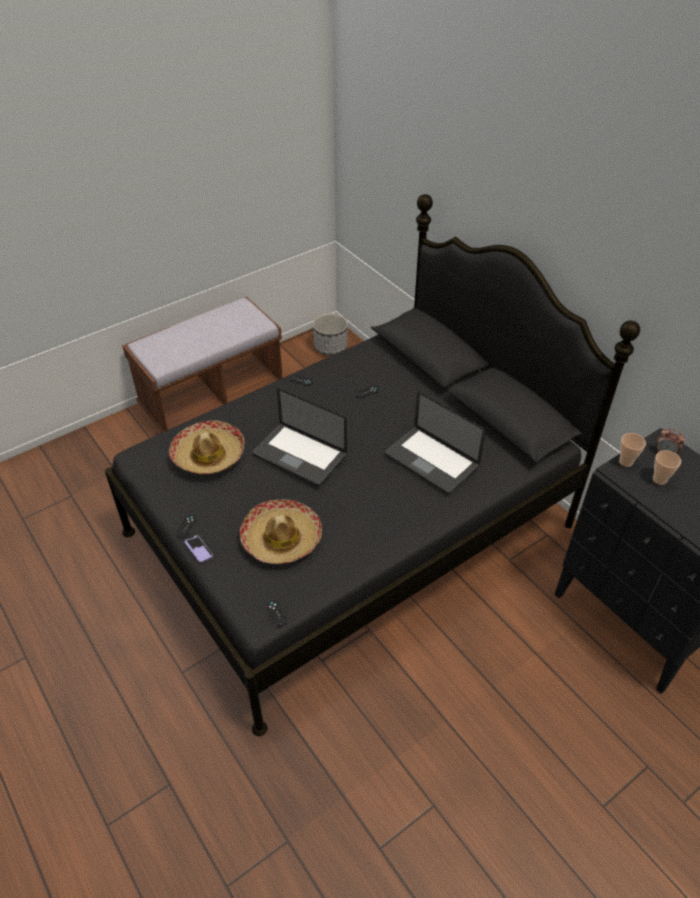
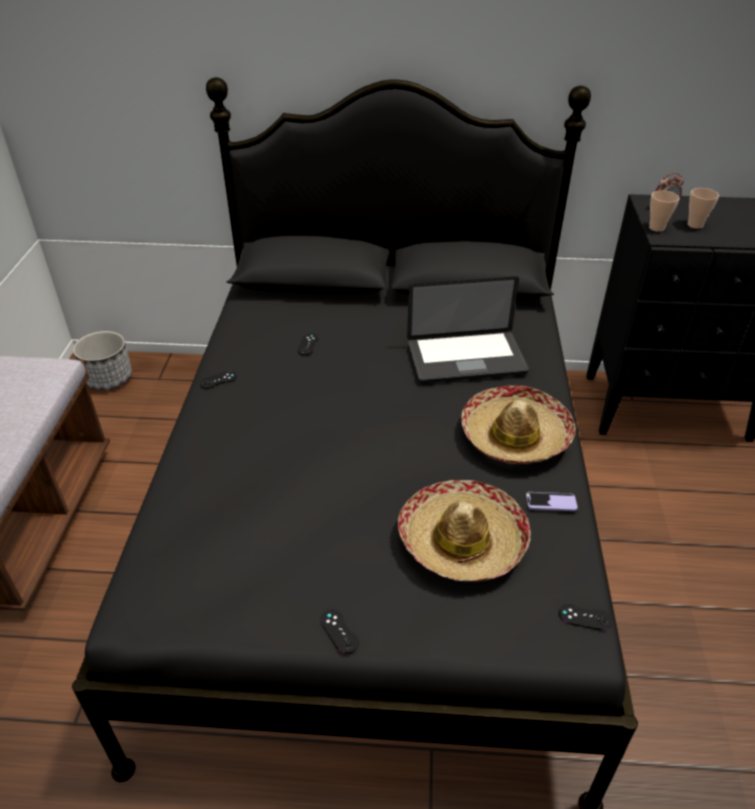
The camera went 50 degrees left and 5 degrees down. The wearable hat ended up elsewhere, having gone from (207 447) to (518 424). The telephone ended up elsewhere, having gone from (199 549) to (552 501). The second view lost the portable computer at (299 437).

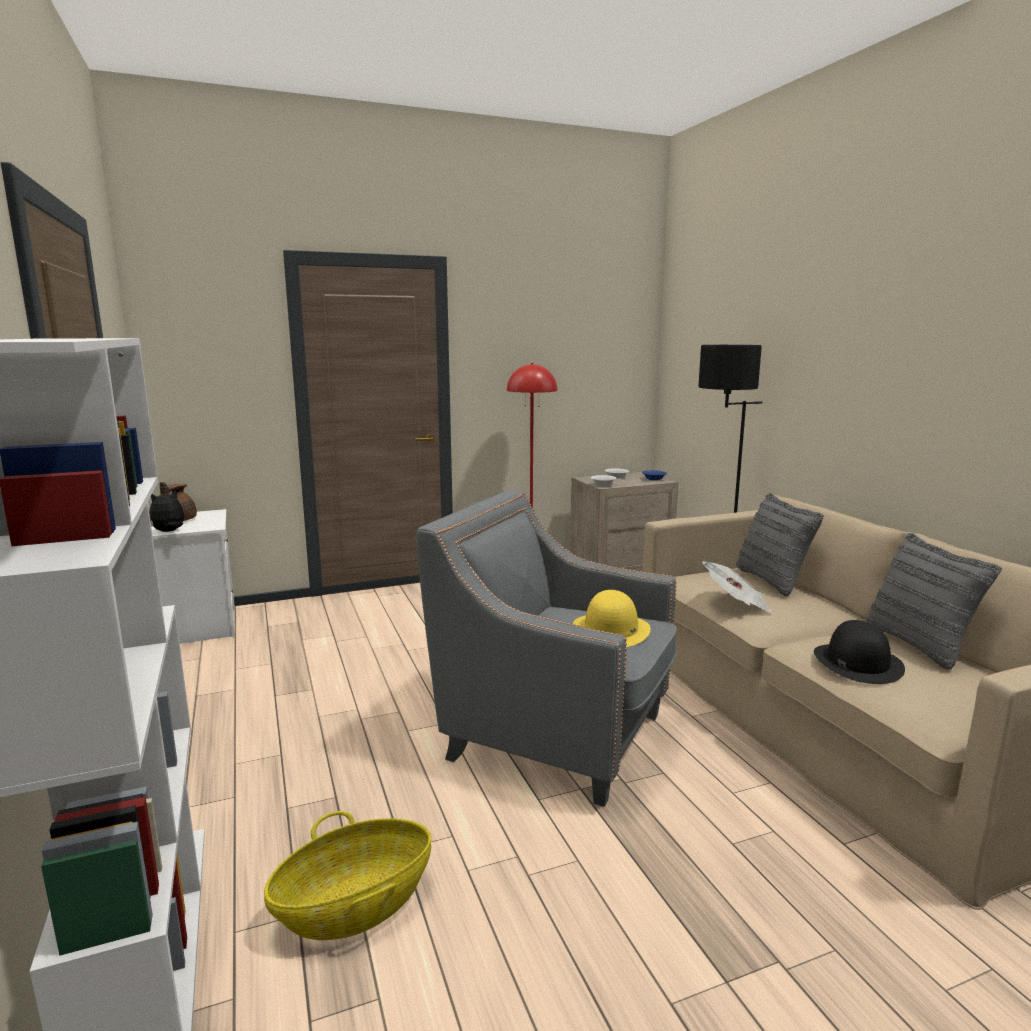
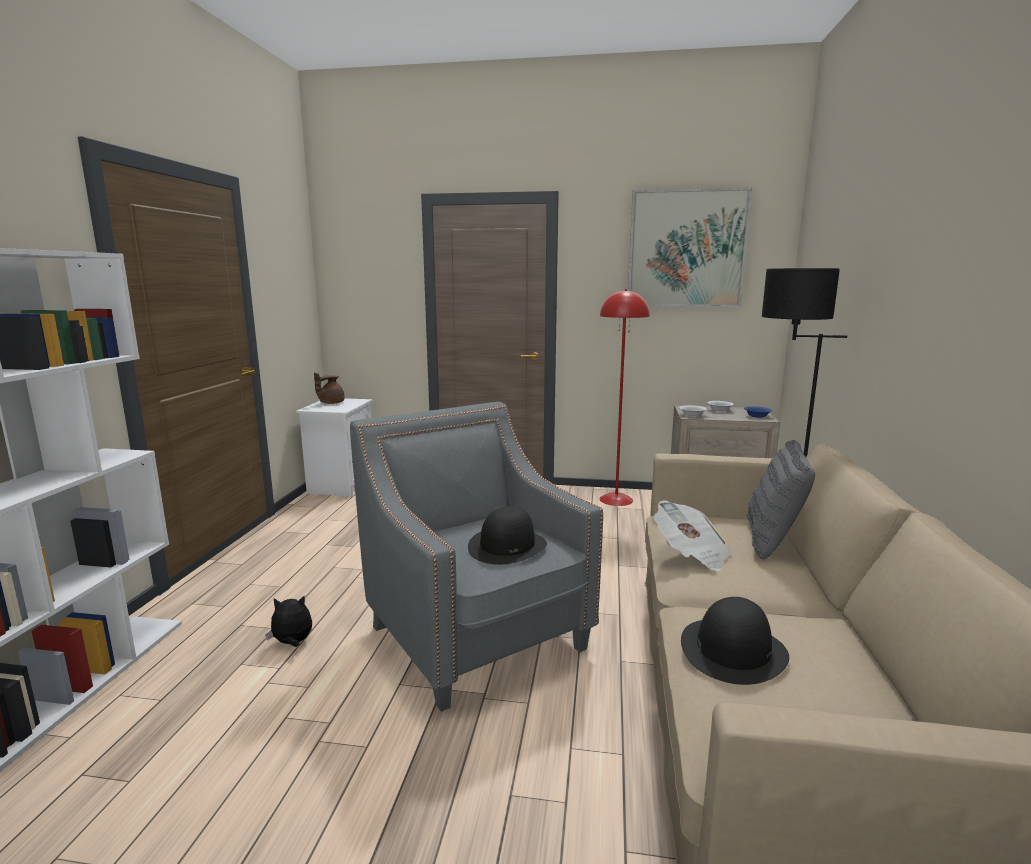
The camera went 30 degrees right and 0 degrees up. The soft toy ended up elsewhere, having gone from (166 511) to (288 621). The second view lost the storage basket at (347 875). What was the yellow wearable hat at (612 618) turned into the black-coloured wearable hat at (507 536). The second view lost the grey pillow at (934 601). The second view gained the wall picture at (690 247).

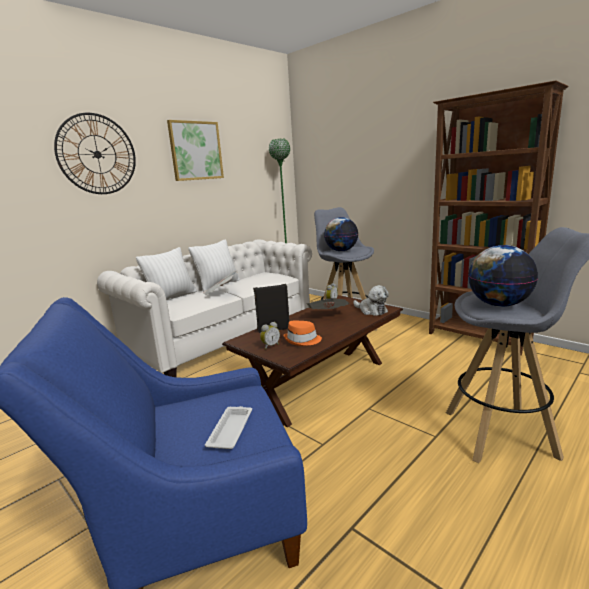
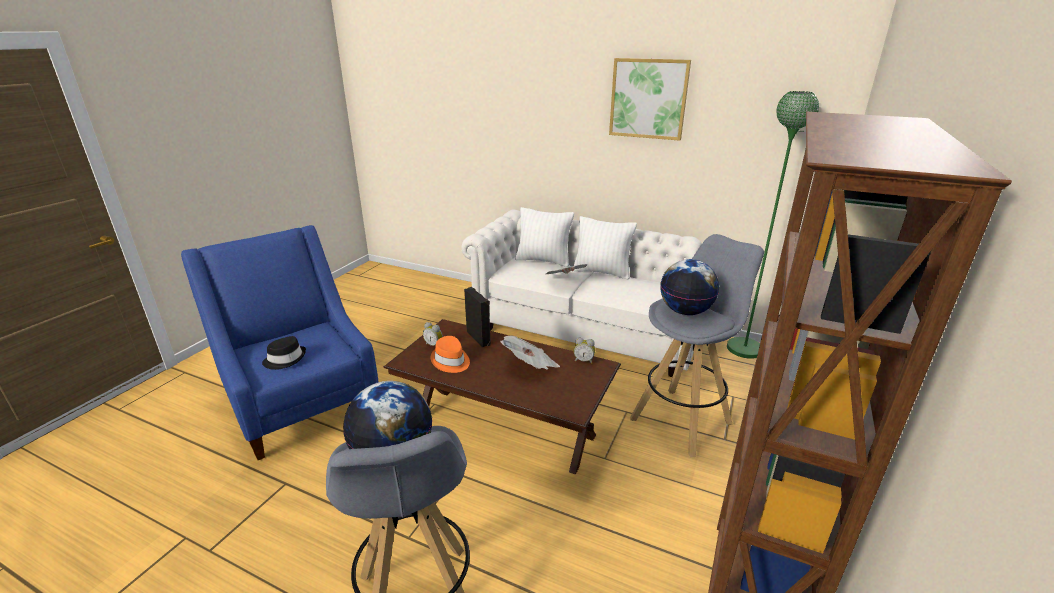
The camera went 70 degrees right and 10 degrees up. The second view lost the hanging clock at (95 153). Where the white-coloured tray stood at (228 427), the black-coloured wearable hat came to stand at (284 353). The second view lost the soft toy at (371 300).

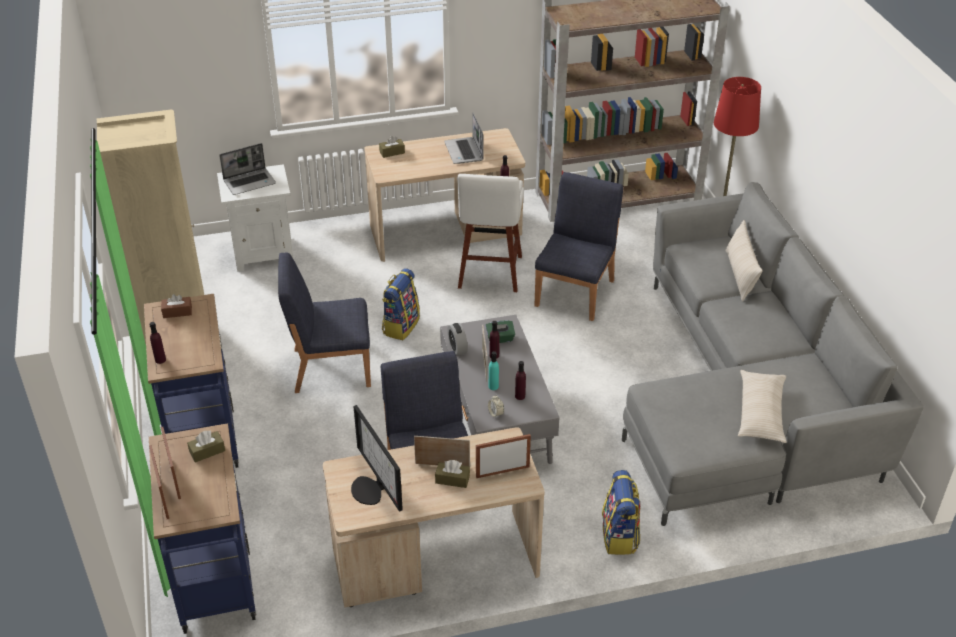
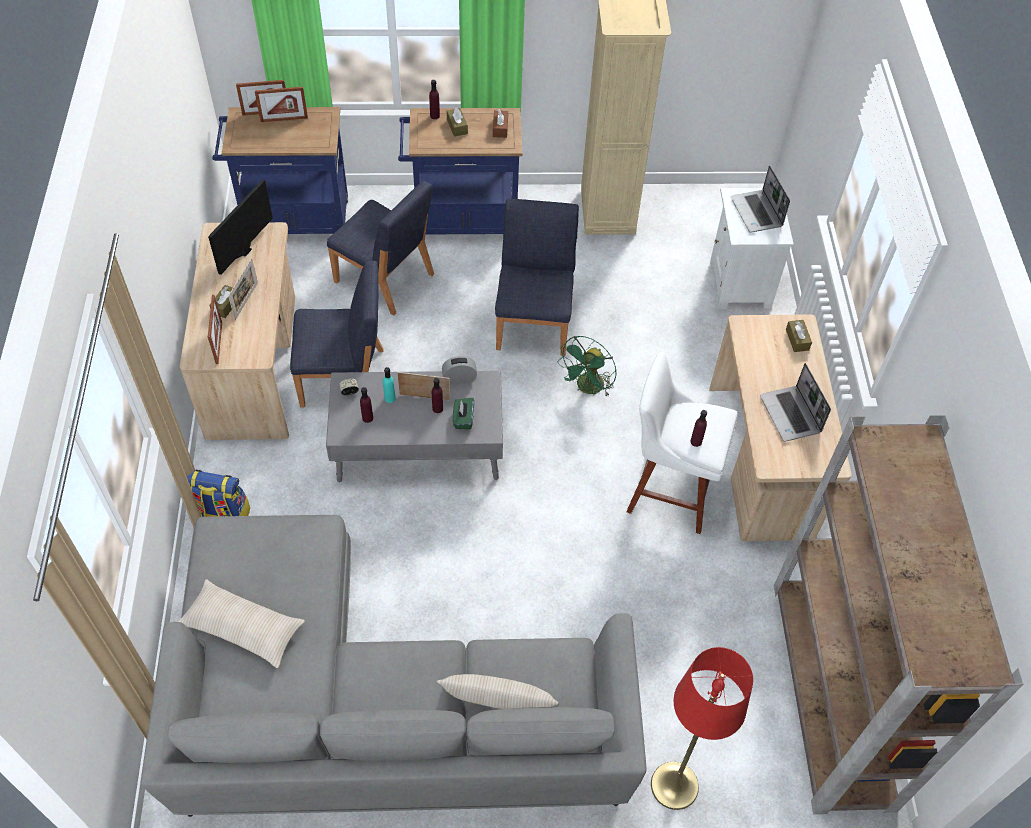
The camera went 100 degrees right and 15 degrees up. The brown box of tissues ended up elsewhere, having gone from (206 446) to (457 122). The computer screen at (377 458) ended up facing another way, 45 degrees counterclockwise from before. Where the rucksack stood at (401 304), the greenish fan came to stand at (587 366). The portable computer at (464 138) ended up facing another way, 105 degrees counterclockwise from before. The blue-coloured chair ended up elsewhere, having gone from (578 246) to (380 248).

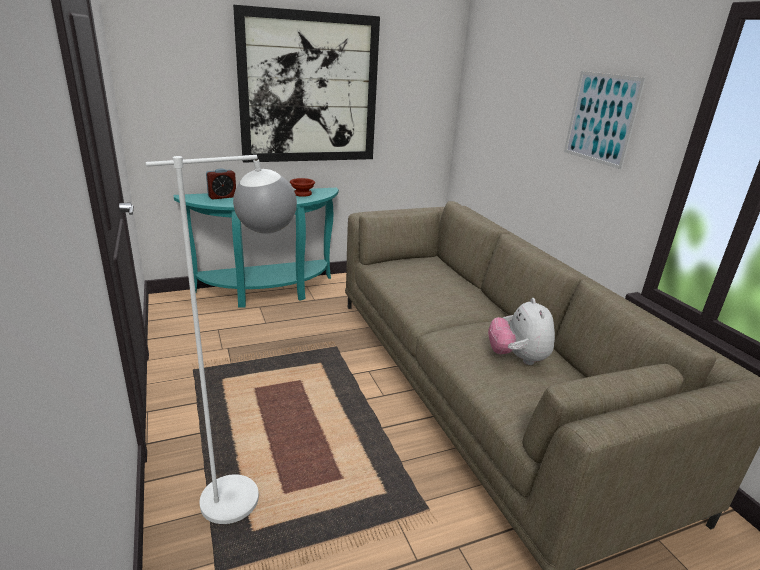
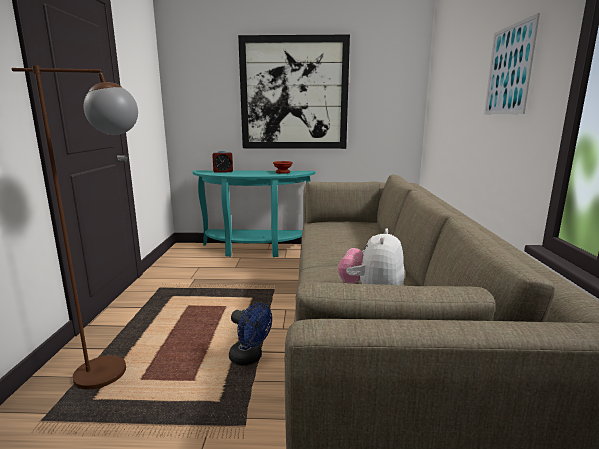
The camera went 25 degrees right and 10 degrees down. What was the white-coloured standard lamp at (221 339) turned into the brown standard lamp at (75 227). The second view gained the blue-coloured fan at (250 334).

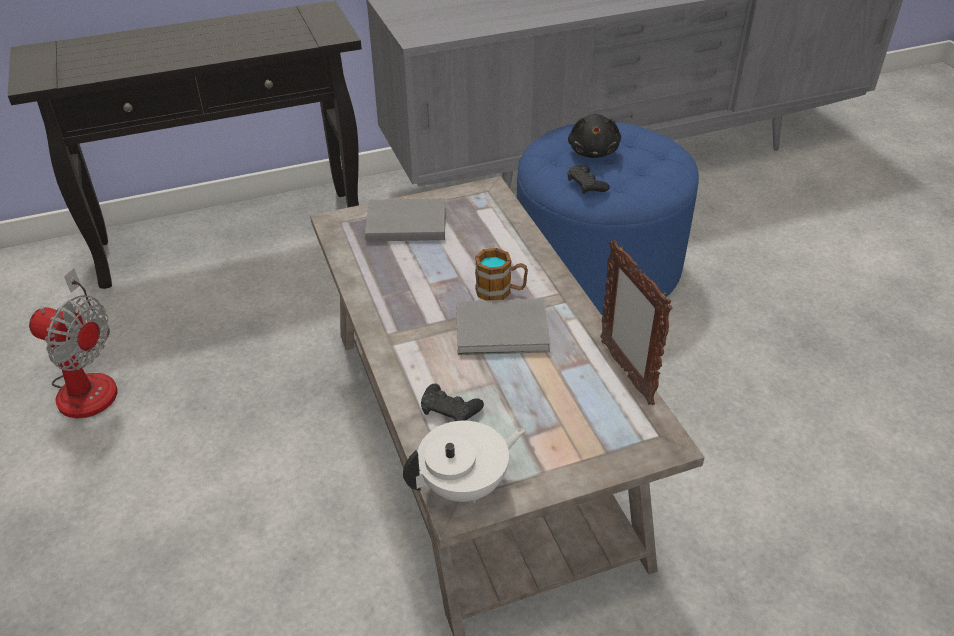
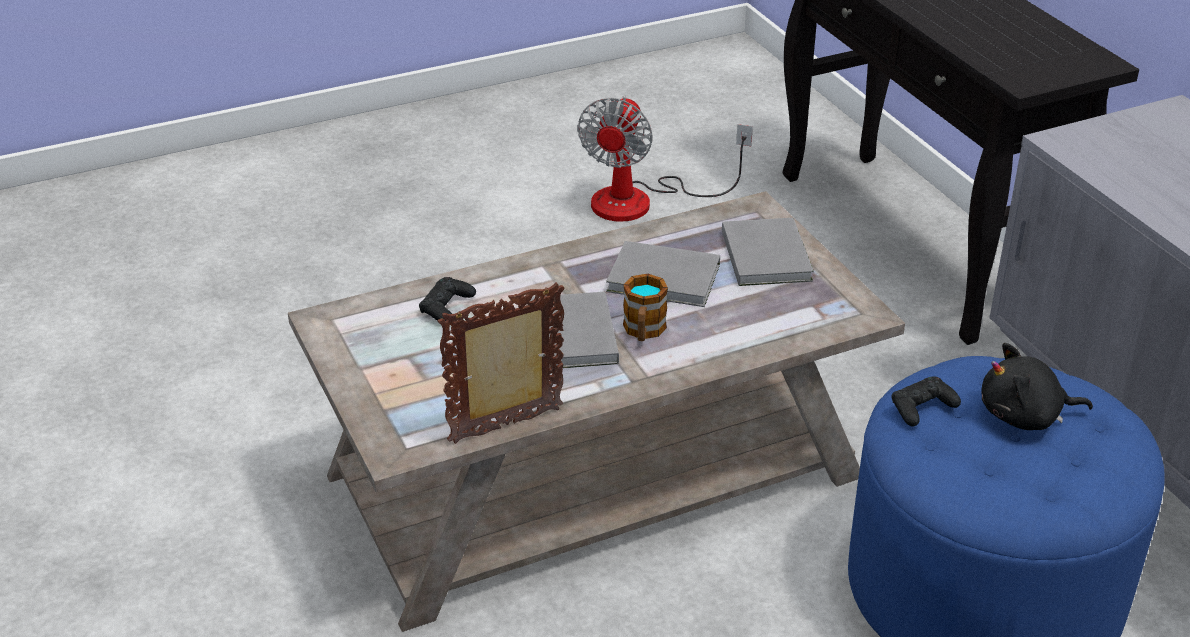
The camera went 85 degrees right and 5 degrees down. The second view lost the white-coloured teapot at (464 462). The second view gained the grey bound book at (663 274).

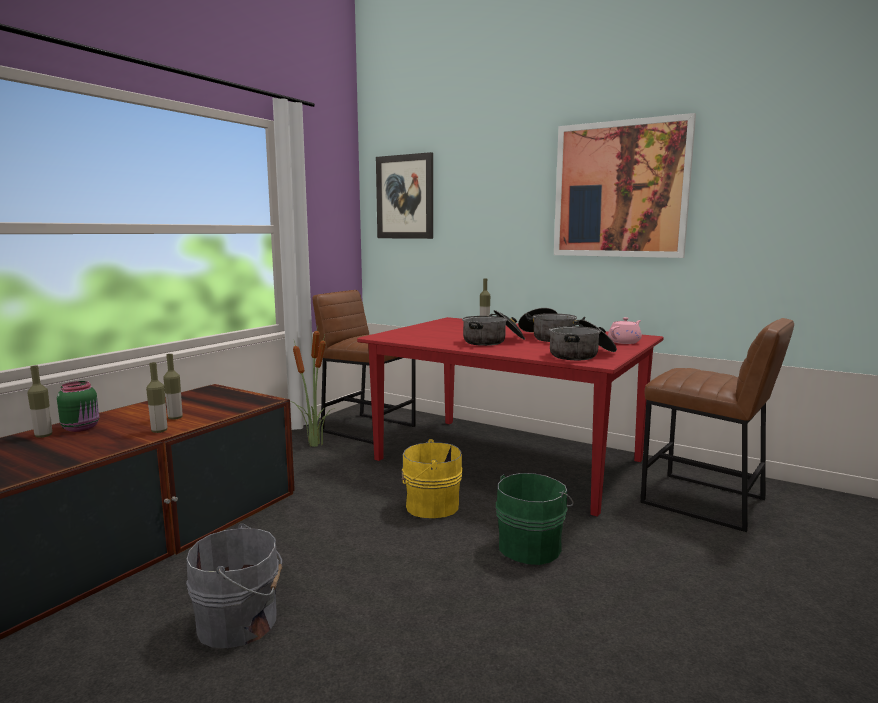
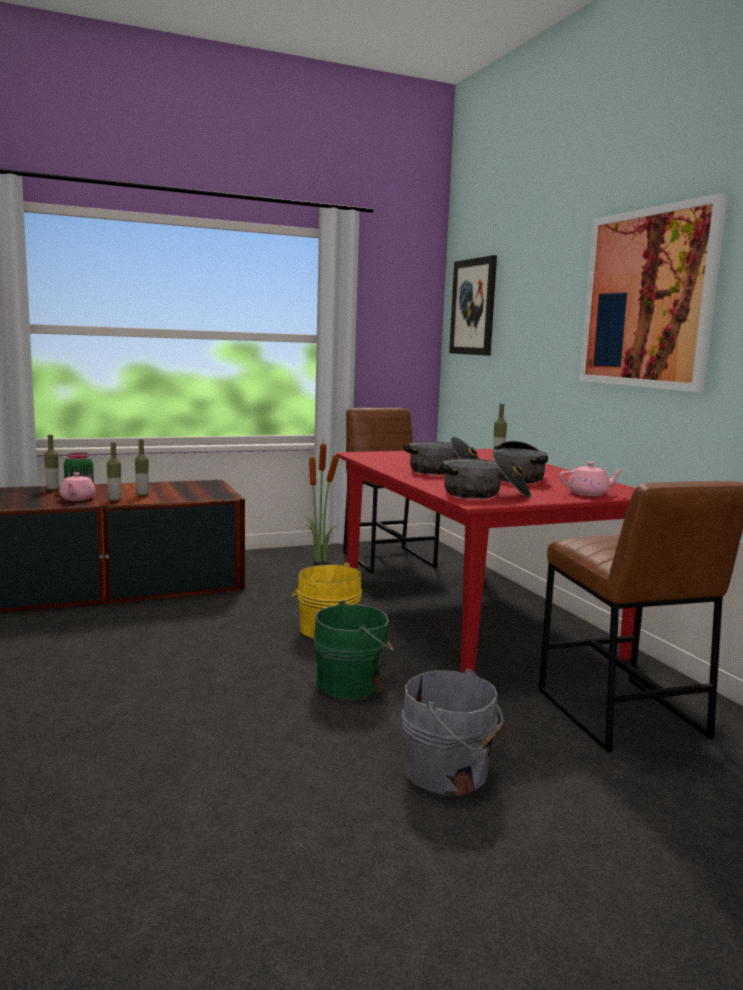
The camera went 35 degrees right and 0 degrees up. The grey bucket ended up elsewhere, having gone from (234 586) to (453 732). The second view gained the pinkish teapot at (77 487).

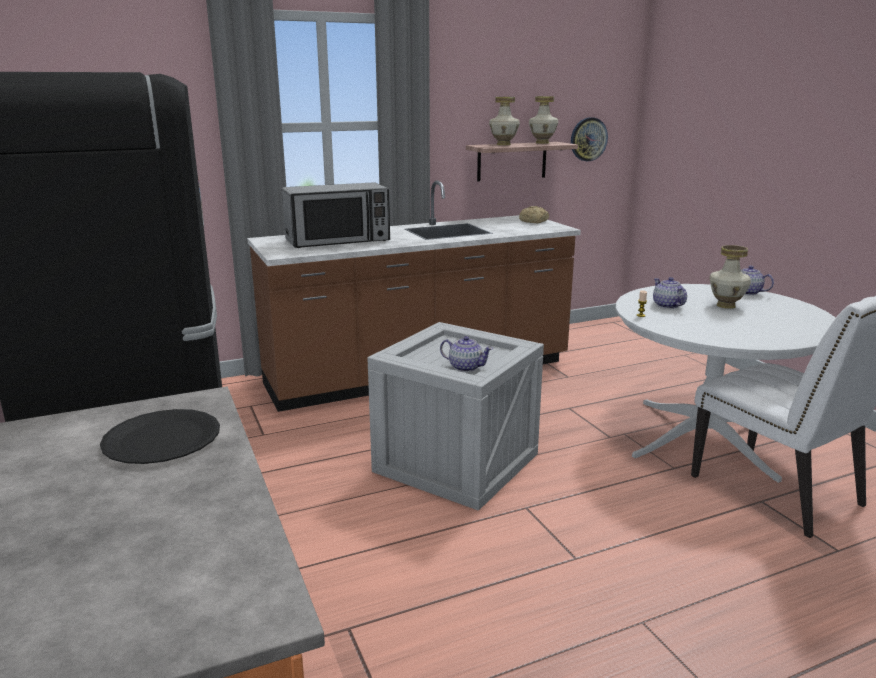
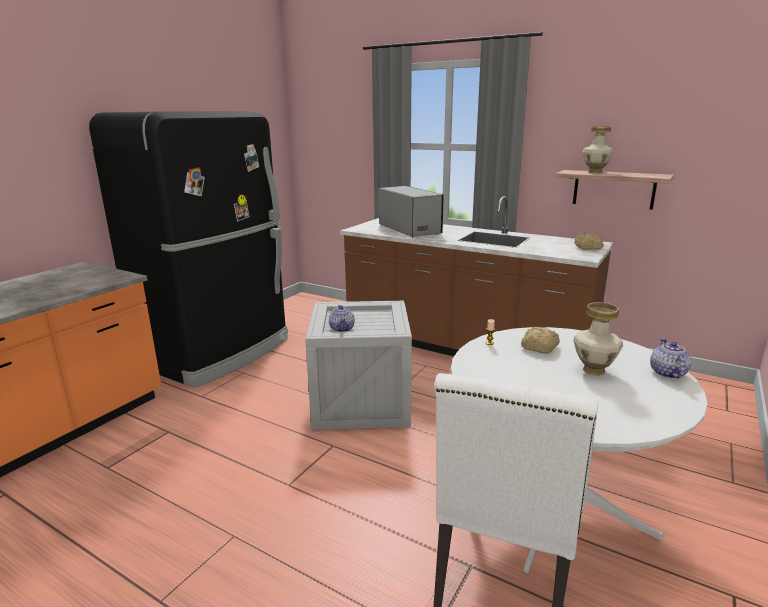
The camera went 55 degrees right and 0 degrees up. The second view lost the black-coloured plate at (160 436). The kitchen microwave at (336 215) ended up facing another way, 150 degrees counterclockwise from before. The second view lost the vase at (543 120). The second view lost the hanging clock at (589 139). Where the teapot stood at (670 293), the bread came to stand at (540 340).

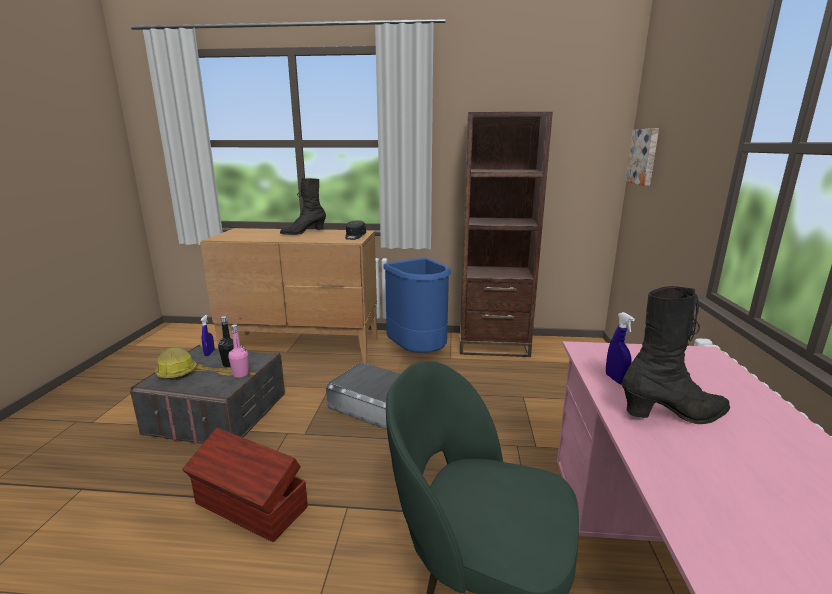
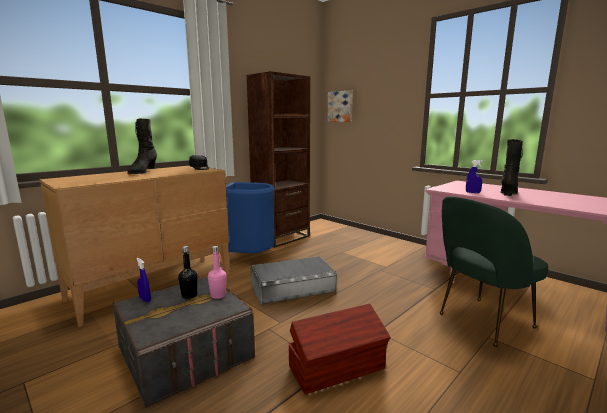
The camera went 50 degrees left and 5 degrees down. The second view lost the hard hat at (176 363).

